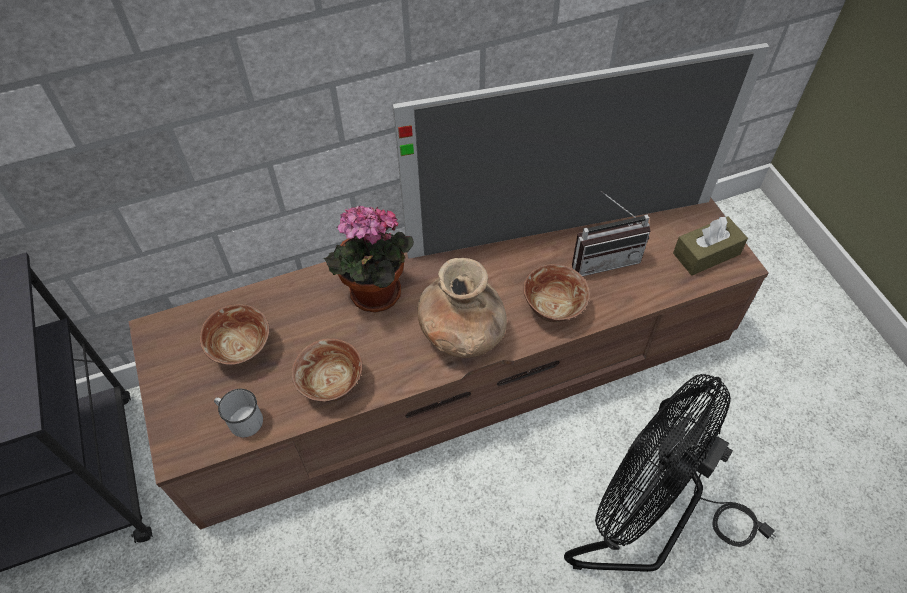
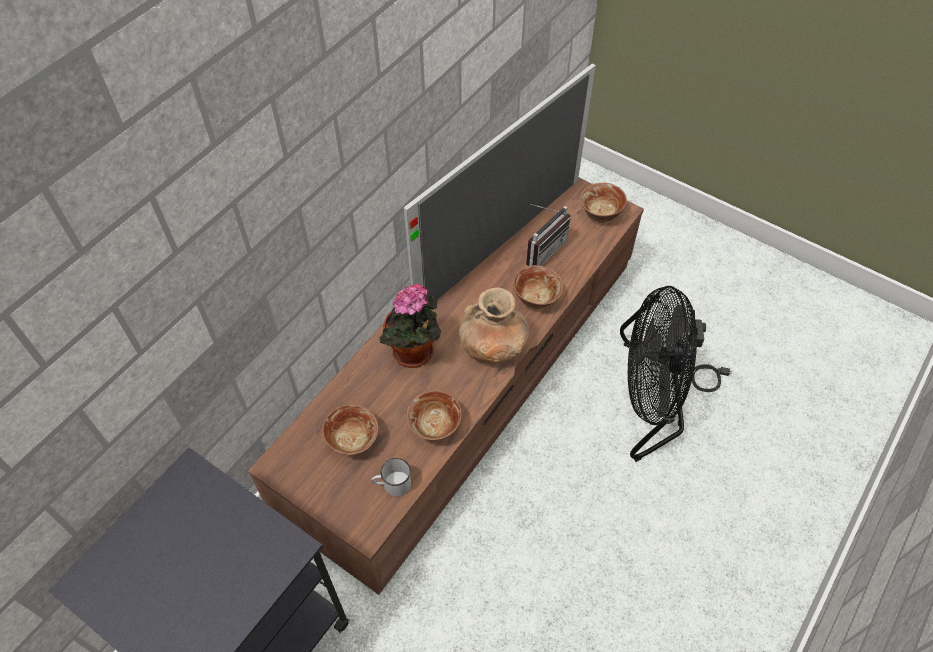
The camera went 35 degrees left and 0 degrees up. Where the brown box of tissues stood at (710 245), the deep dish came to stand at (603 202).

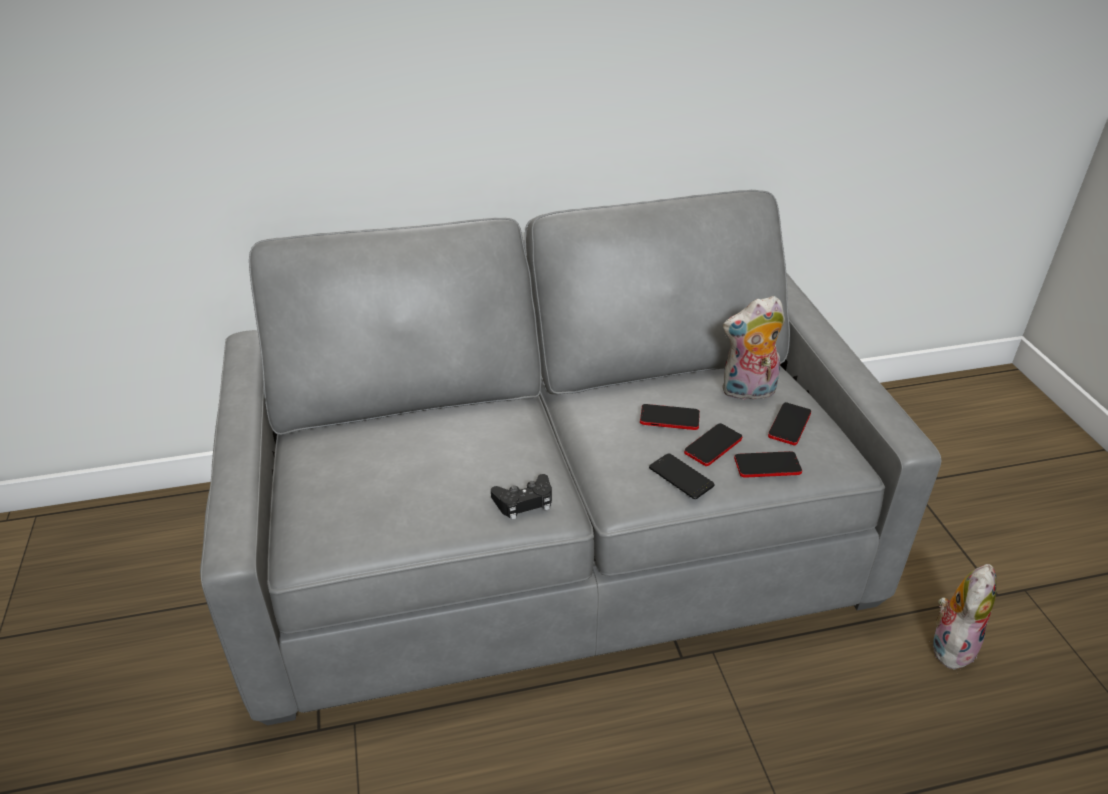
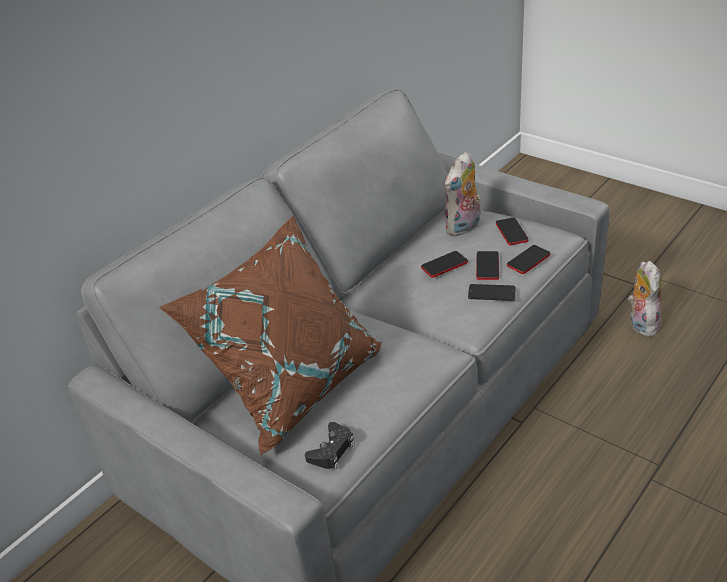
The camera went 35 degrees left and 0 degrees up. The black-coloured game controller ended up elsewhere, having gone from (521 497) to (330 445). The second view gained the brown pillow at (270 335).

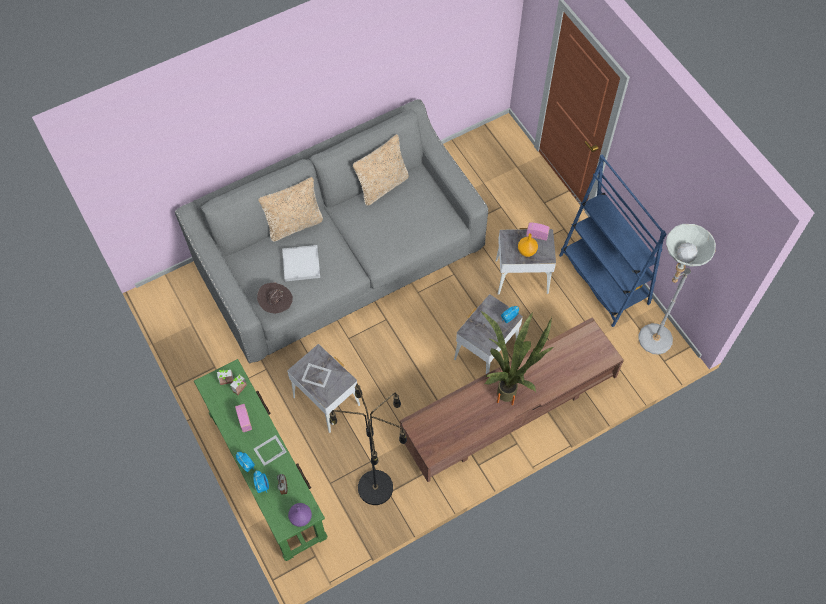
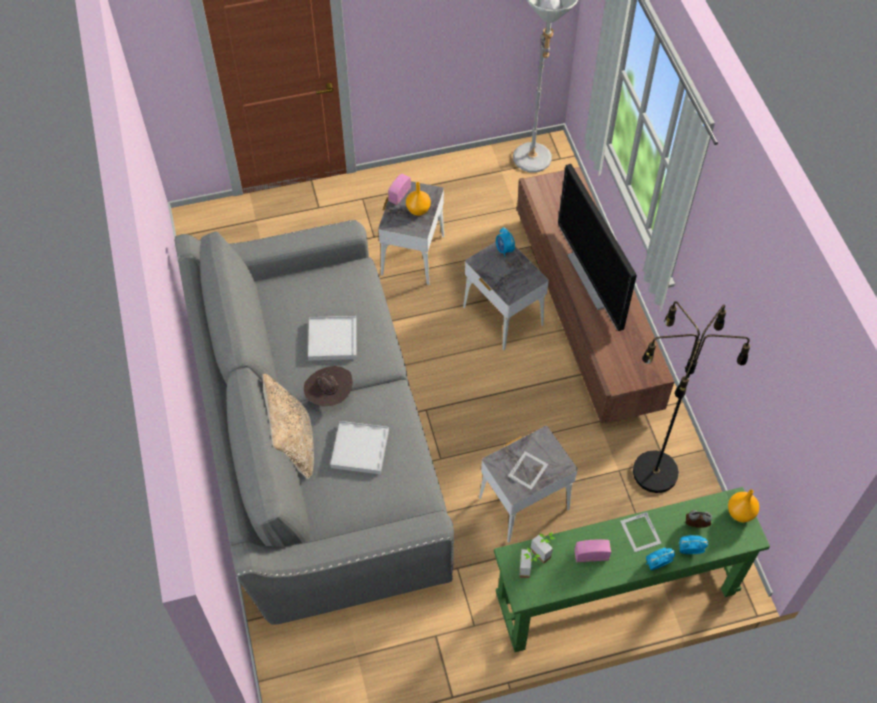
The camera went 75 degrees left and 5 degrees down. The brown wearable hat ended up elsewhere, having gone from (275 298) to (328 386). What was the purple-coloured vase at (300 515) turned into the orange-coloured vase at (743 505). The second view lost the sand-coloured pillow at (380 169). Where the houseplant stood at (516 357), the TV set came to stand at (597 247). The second view lost the blue-coloured bookshelf at (612 240). The second view gained the white-coloured tray at (332 338).

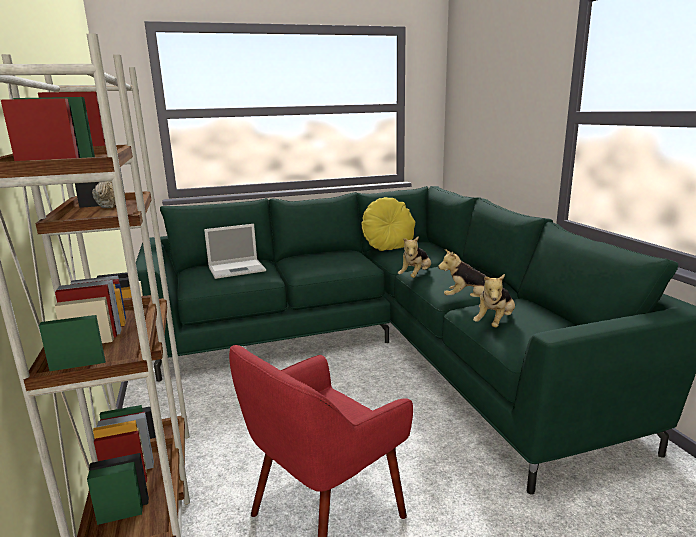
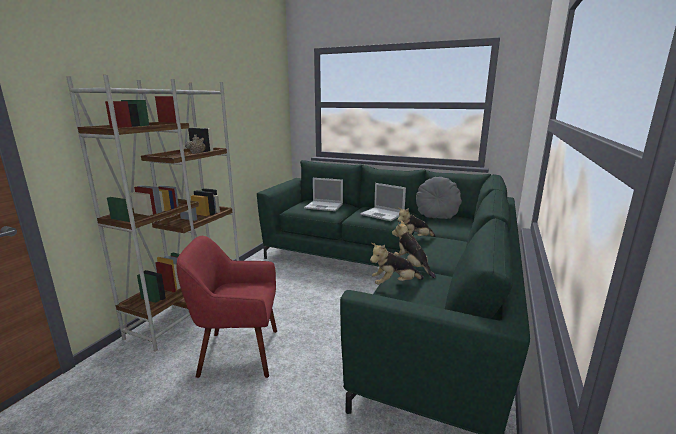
The camera went 40 degrees right and 0 degrees up. What was the yellow pillow at (388 224) turned into the grey pillow at (439 198). The second view gained the portable computer at (383 202).

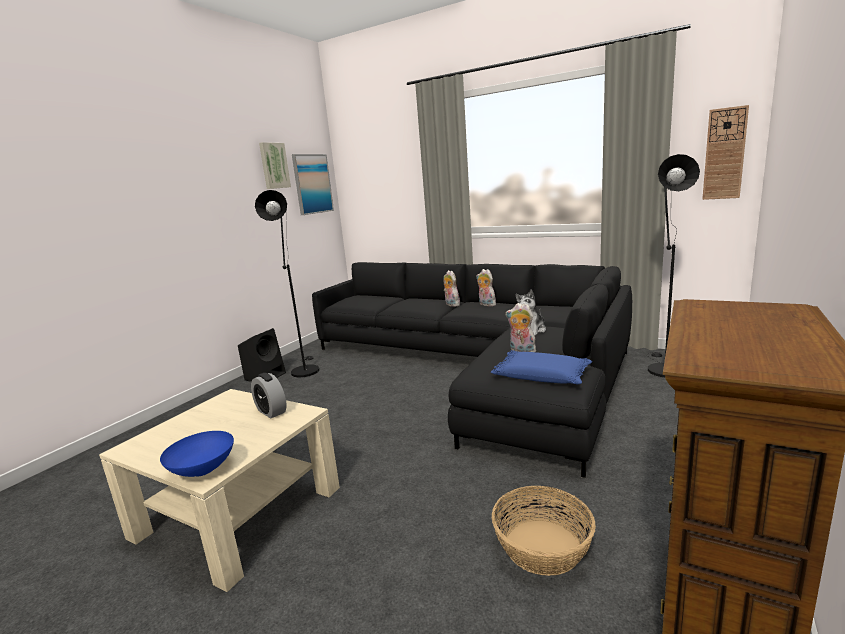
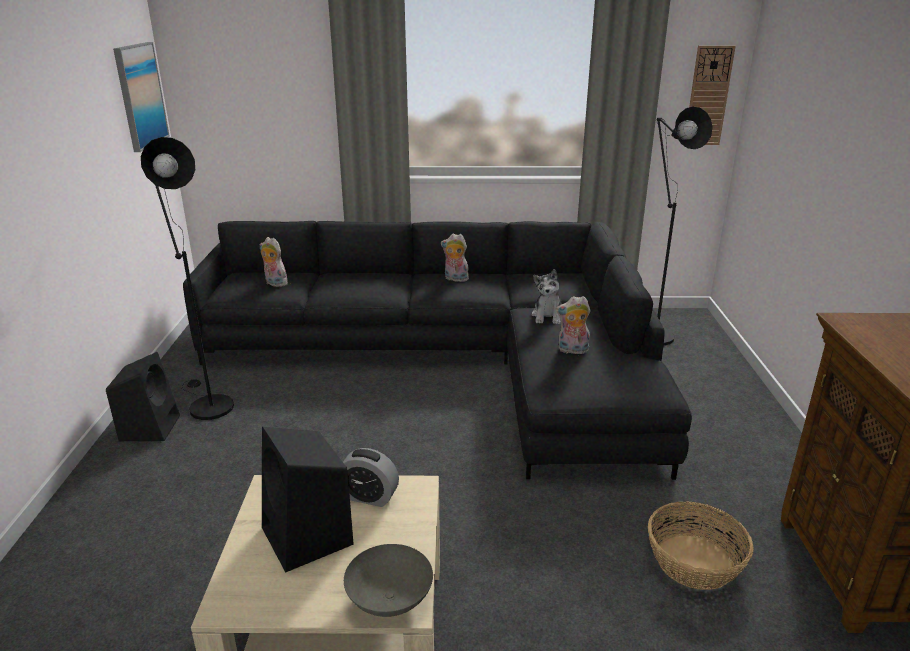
The camera went 30 degrees left and 10 degrees up. What was the blue-coloured deep dish at (197 454) turned into the grey deep dish at (388 580). The second view lost the wall picture at (275 165). The soft toy ended up elsewhere, having gone from (451 288) to (274 262). The second view lost the blue-coloured pillow at (541 367). The second view gained the black-coloured speaker at (308 499).

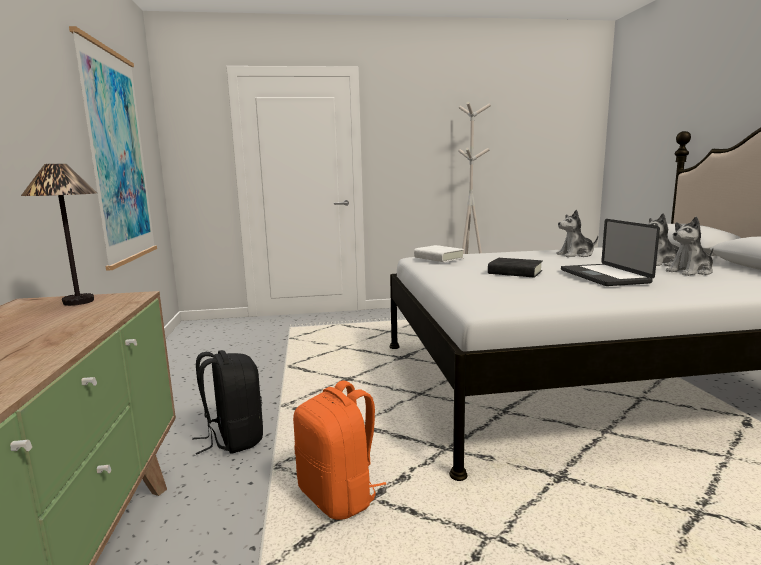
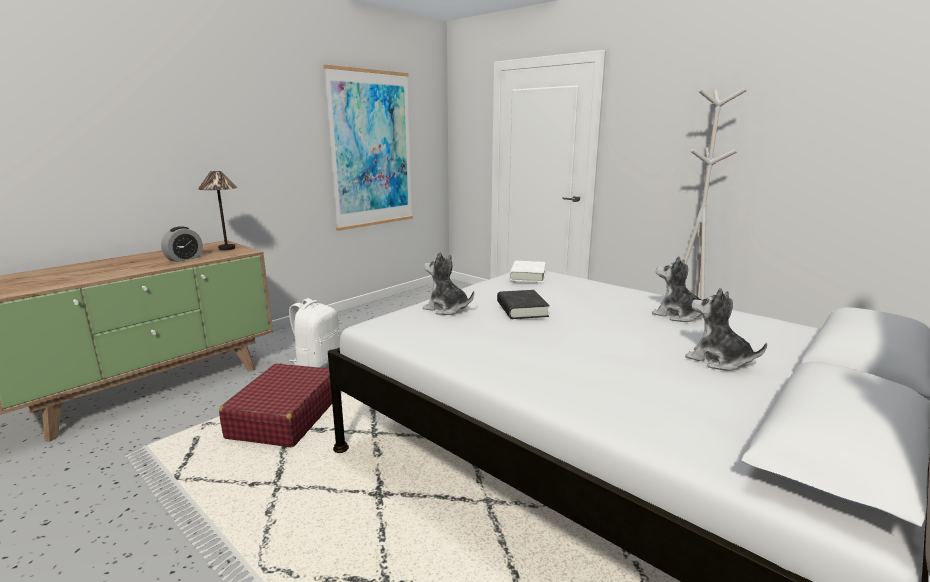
The camera went 50 degrees right and 5 degrees up. What was the black-coloured rucksack at (227 402) turned into the white-coloured rucksack at (314 333). Where the orange-coloured rucksack stood at (339 450), the reddish suitcase came to stand at (275 405). The second view lost the portable computer at (610 252). The soft toy ended up elsewhere, having gone from (690 246) to (448 283). The second view gained the bedside clock at (182 244).

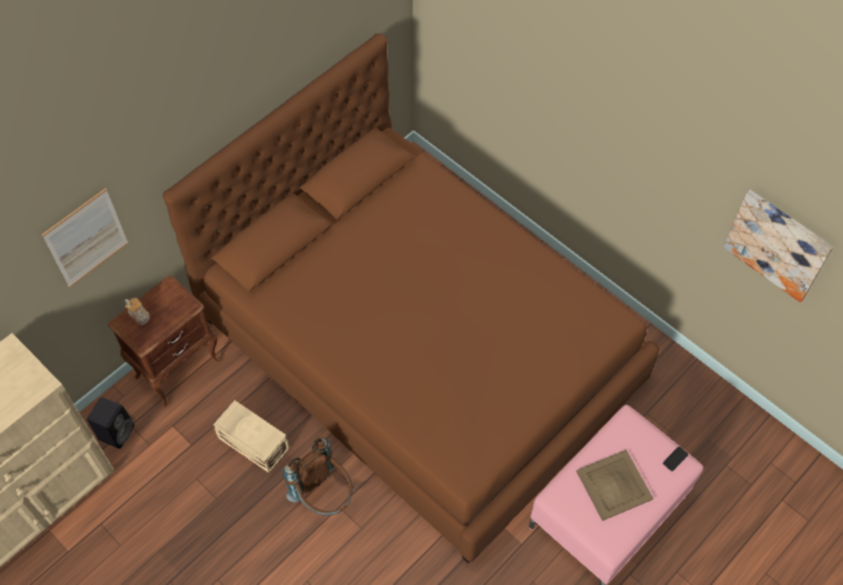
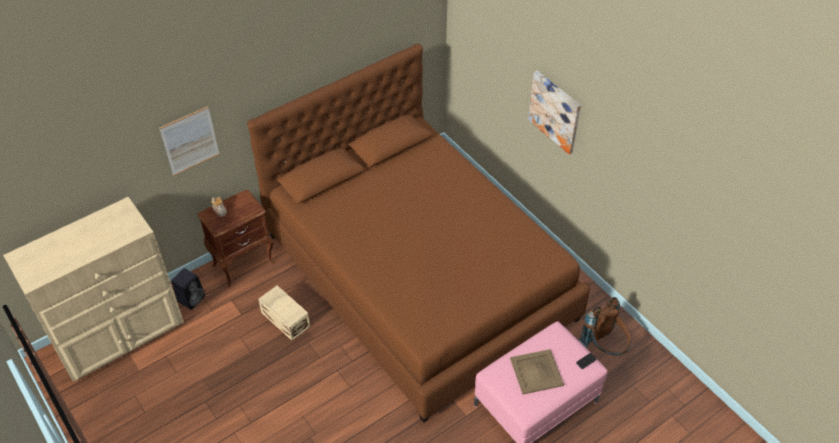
The camera went 10 degrees right and 10 degrees down. The brown rucksack ended up elsewhere, having gone from (317 476) to (604 326). The wall picture ended up elsewhere, having gone from (778 246) to (554 113).

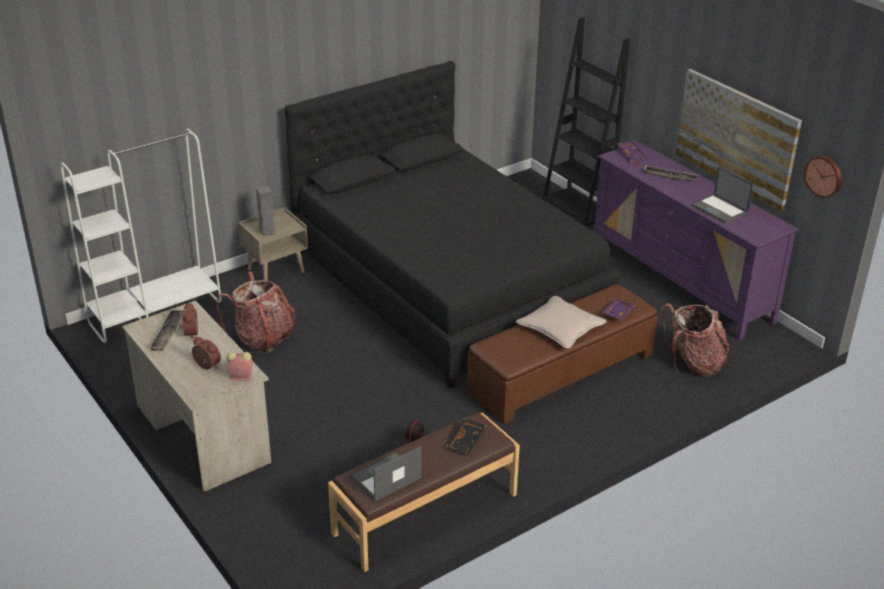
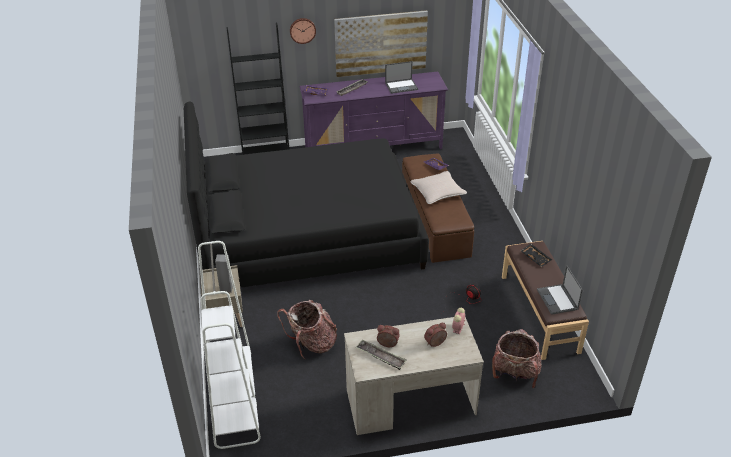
The camera went 65 degrees left and 5 degrees up. The rucksack ended up elsewhere, having gone from (695 339) to (517 358). The hanging clock ended up elsewhere, having gone from (823 177) to (303 31).

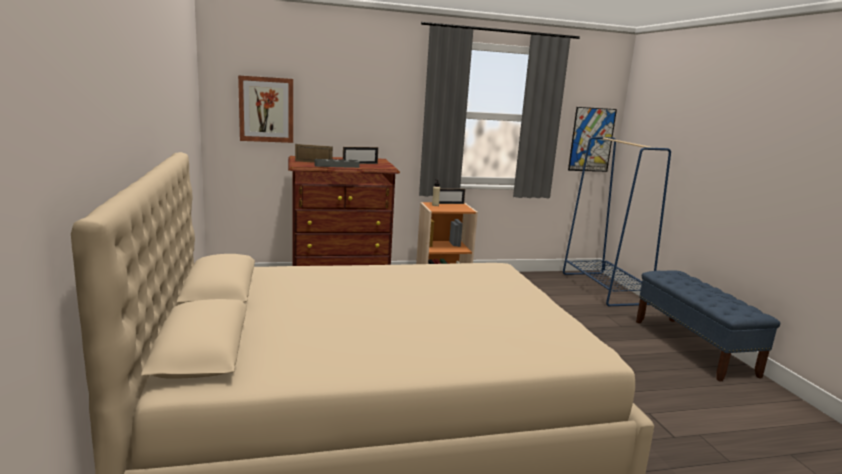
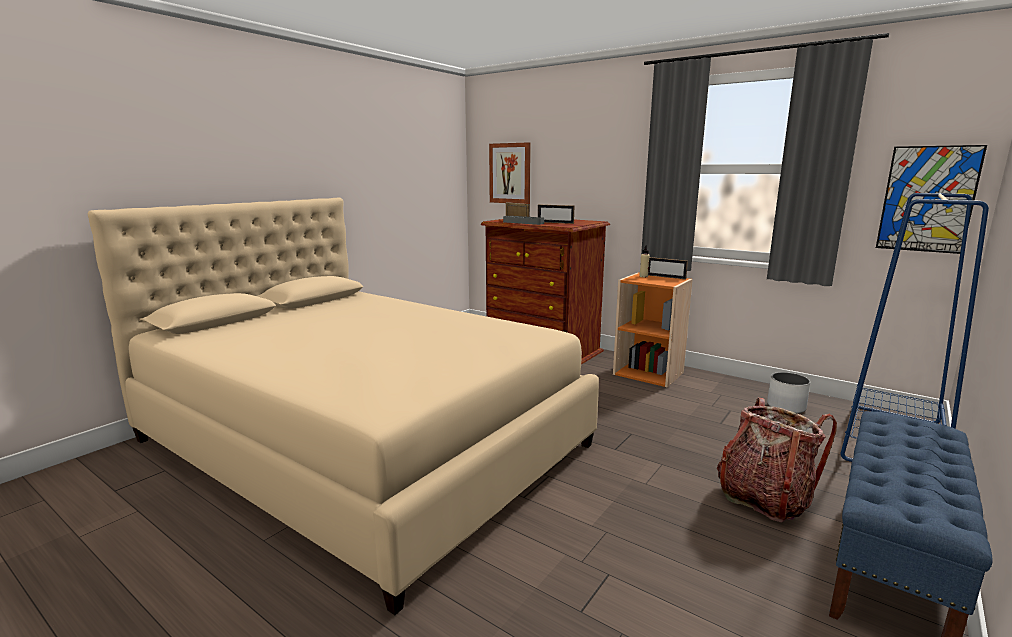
The camera went 50 degrees right and 0 degrees up. The second view gained the rucksack at (777 460). The second view gained the white-coloured planter at (789 393).

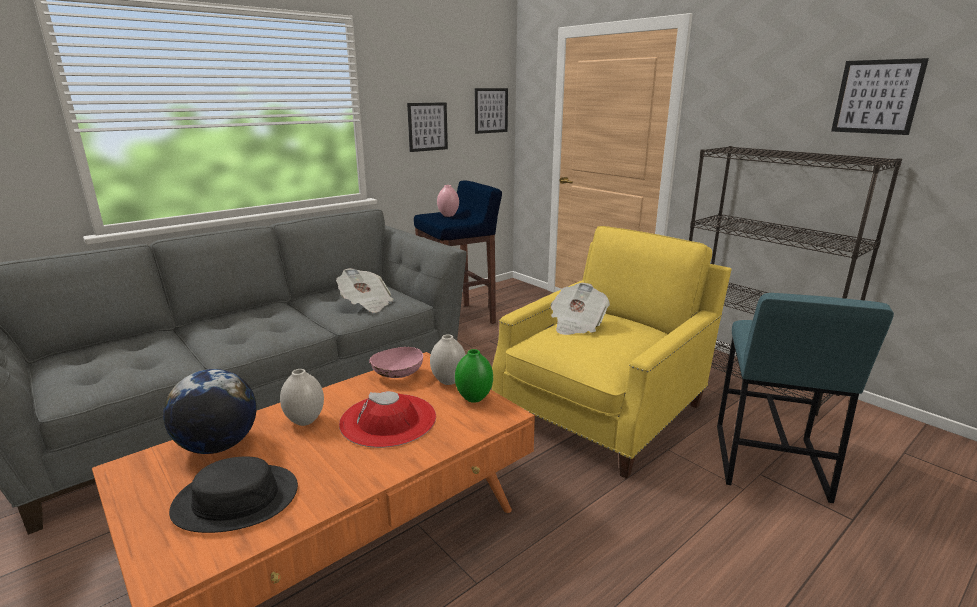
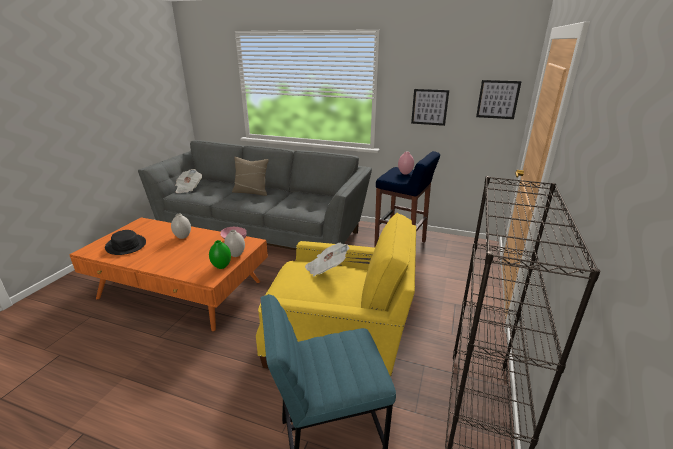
The camera went 60 degrees right and 5 degrees up. The second view lost the globe at (210 411). The printed paper ended up elsewhere, having gone from (365 290) to (188 181). The second view lost the reddish wearable hat at (387 419). The second view lost the wall picture at (880 96). The second view gained the sand-coloured pillow at (250 176).

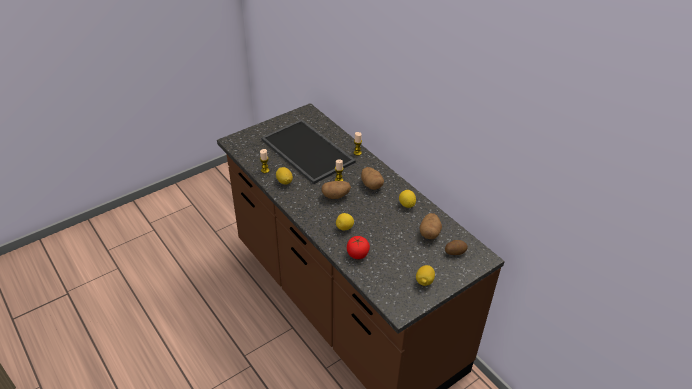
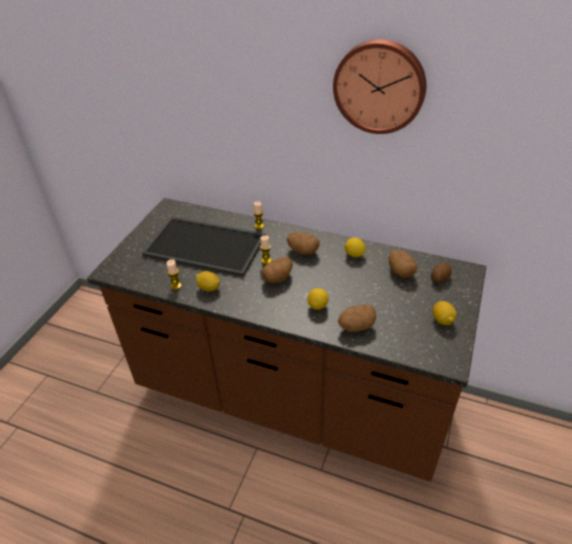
The camera went 30 degrees left and 0 degrees up. Where the fresh tomato stood at (358 247), the whole potato came to stand at (357 318). The second view gained the hanging clock at (379 86).

